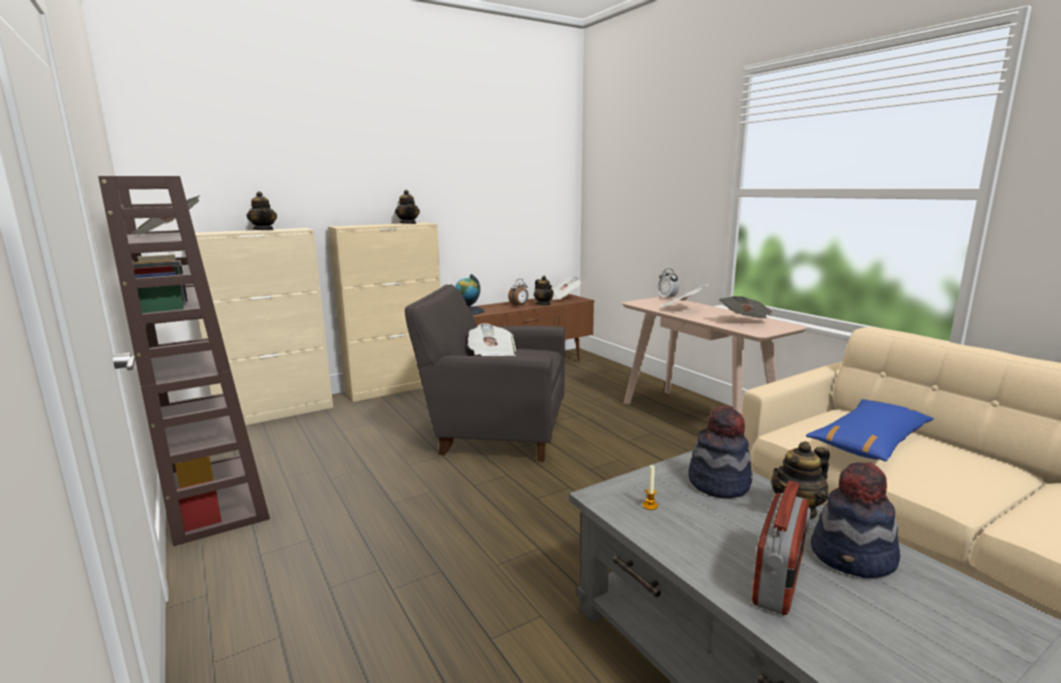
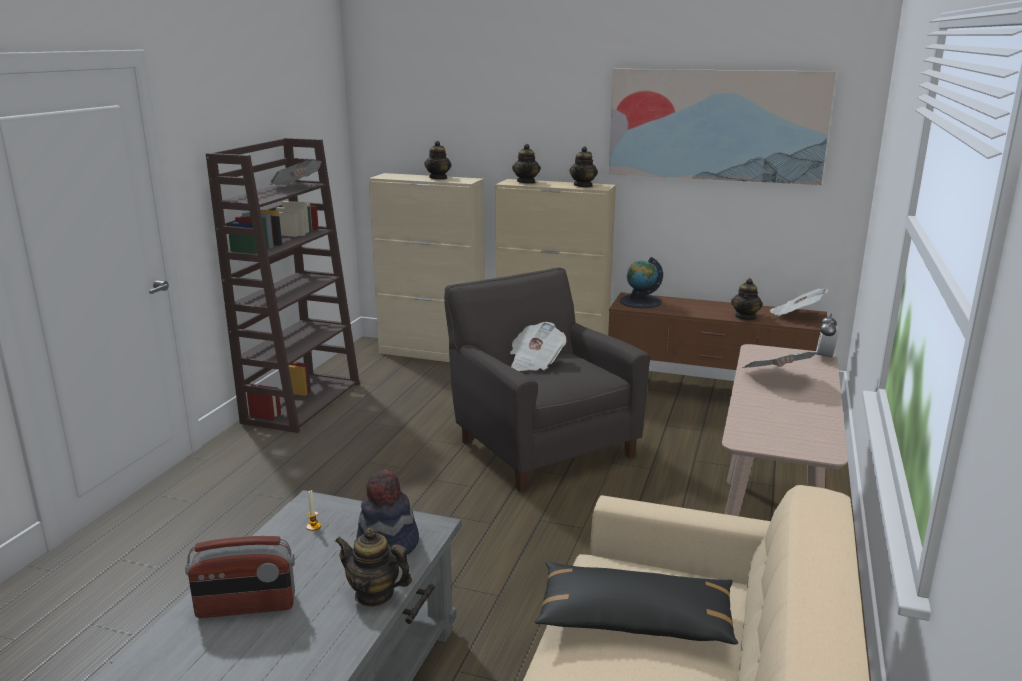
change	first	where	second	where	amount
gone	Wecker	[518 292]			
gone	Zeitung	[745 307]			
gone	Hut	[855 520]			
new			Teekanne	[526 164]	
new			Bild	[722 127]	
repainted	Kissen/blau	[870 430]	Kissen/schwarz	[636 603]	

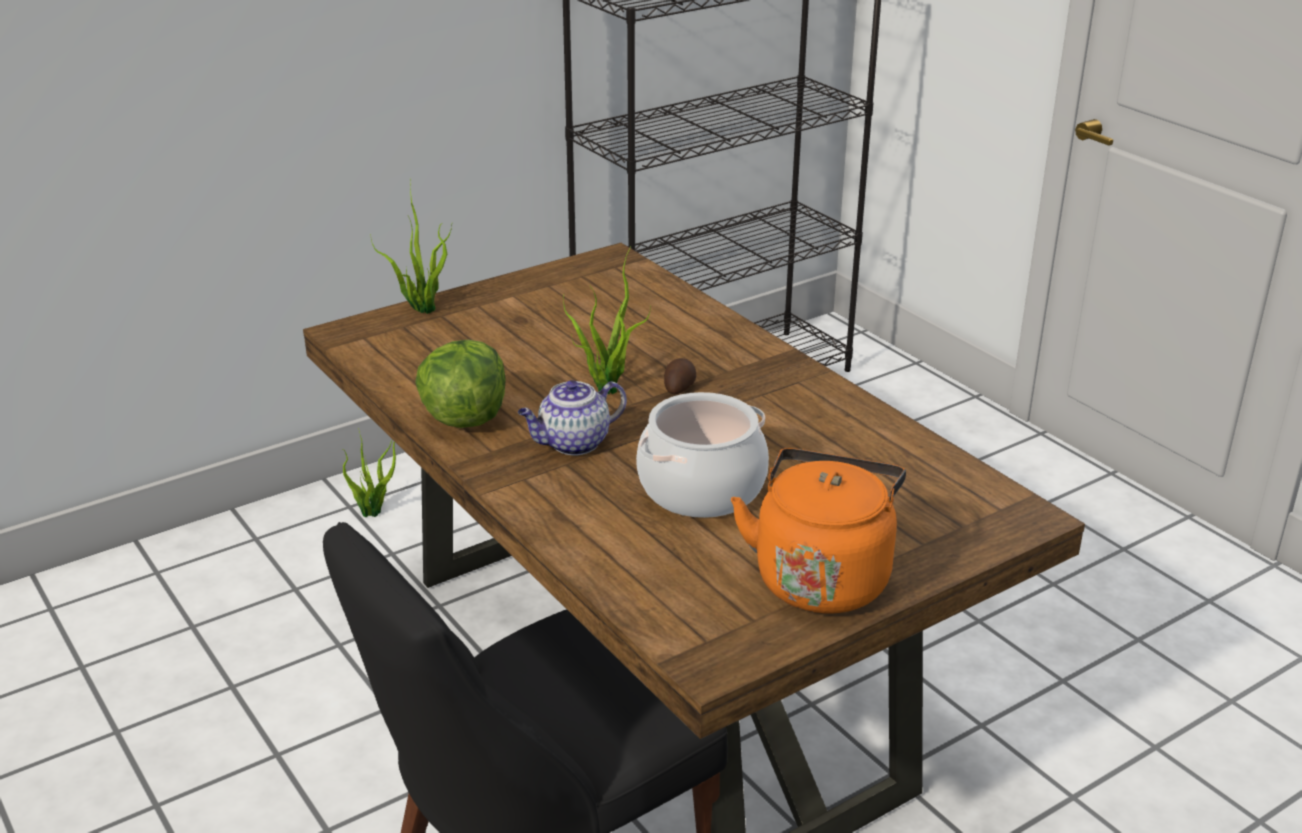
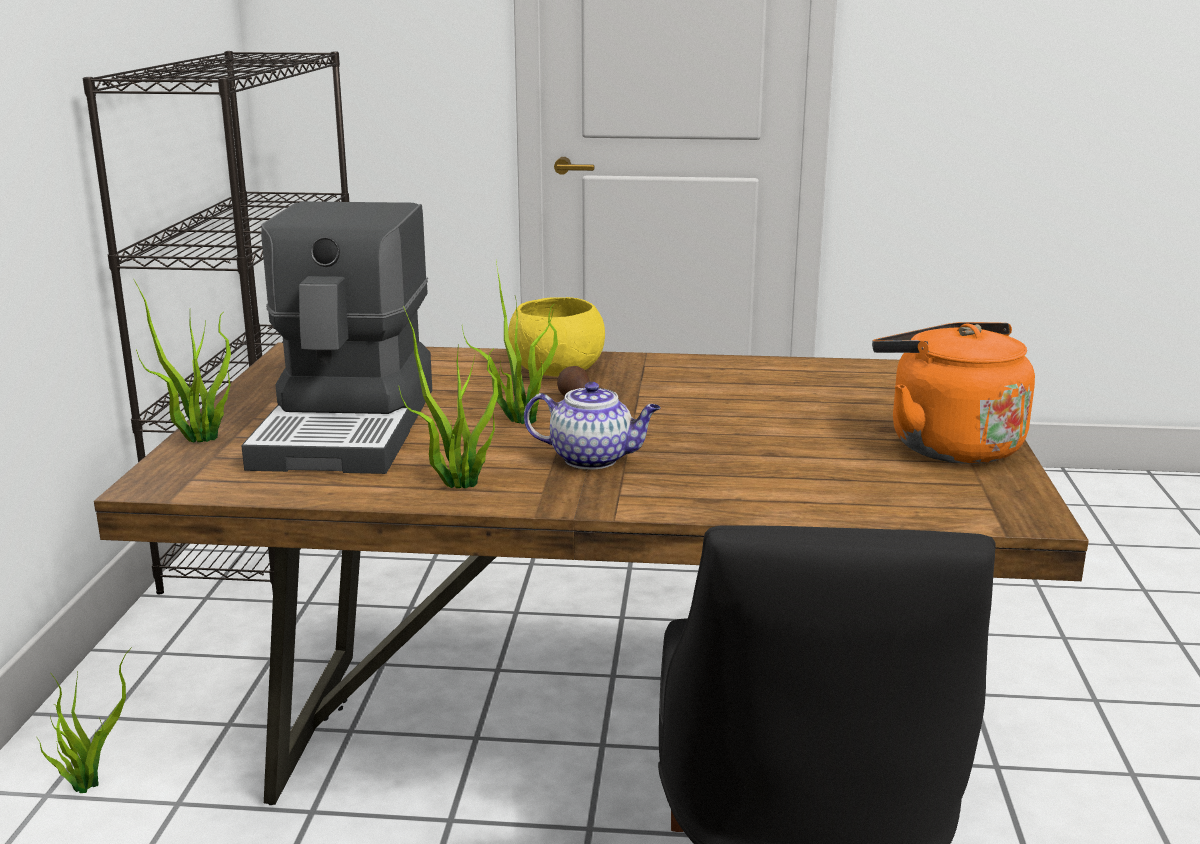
change	first	where	second	where	amount
gone	Kochtopf	[702 455]			
new			Kaffeemaschine	[337 337]	
new			Schüssel/gelb	[556 337]	
swapped	Salatkopf	[460 384]	Topfpflanze	[448 397]	
rotated	Teekanne	[572 418]		[592 425]	90 degrees counterclockwise

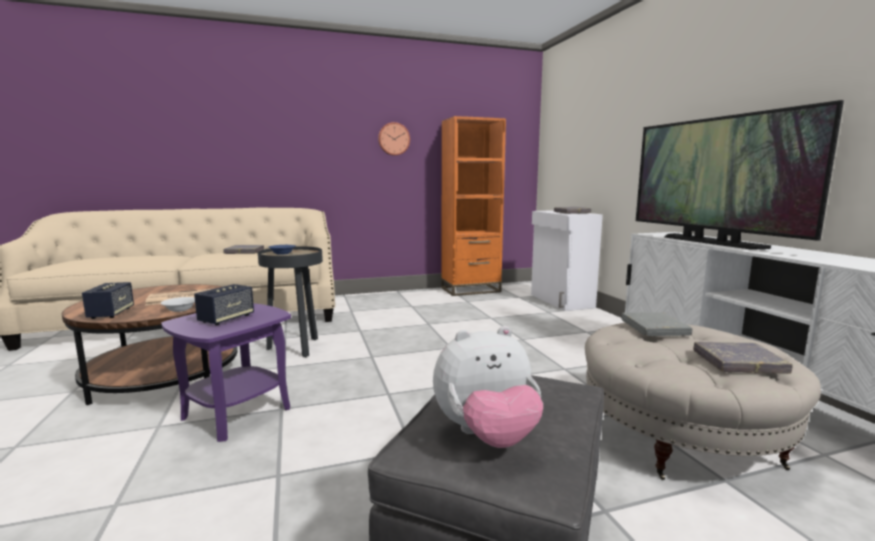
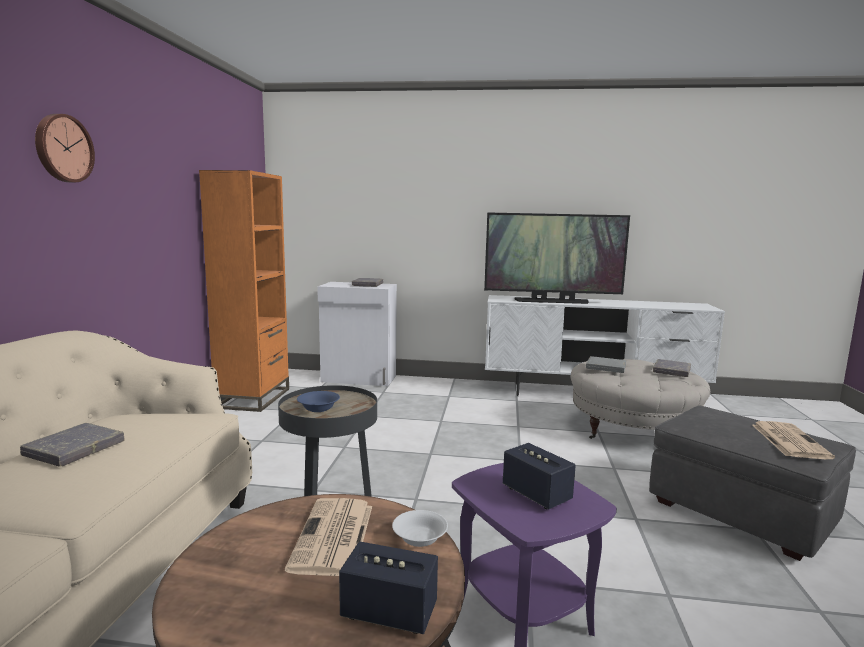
change	first	where	second	where	amount
shifted	Wanduhr	[394 139]		[65 148]	
swapped	Plüschtier	[488 387]	Zeitung	[793 440]	

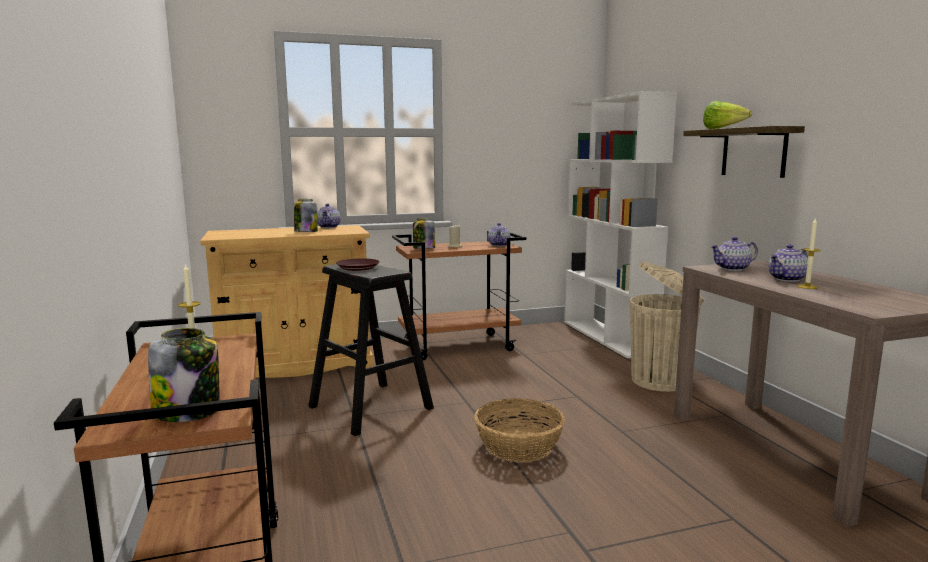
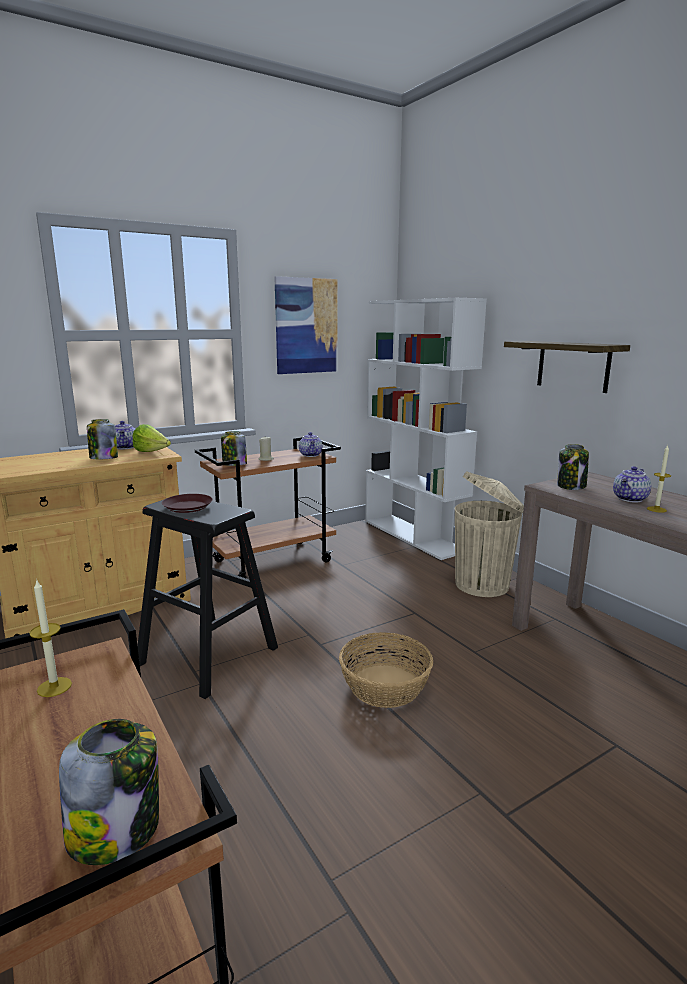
change	first	where	second	where	amount
new			Bild	[305 325]	
shifted	Salatkopf	[727 115]		[152 438]	
swapped	Teekanne	[734 254]	Vorratsglas	[573 467]	

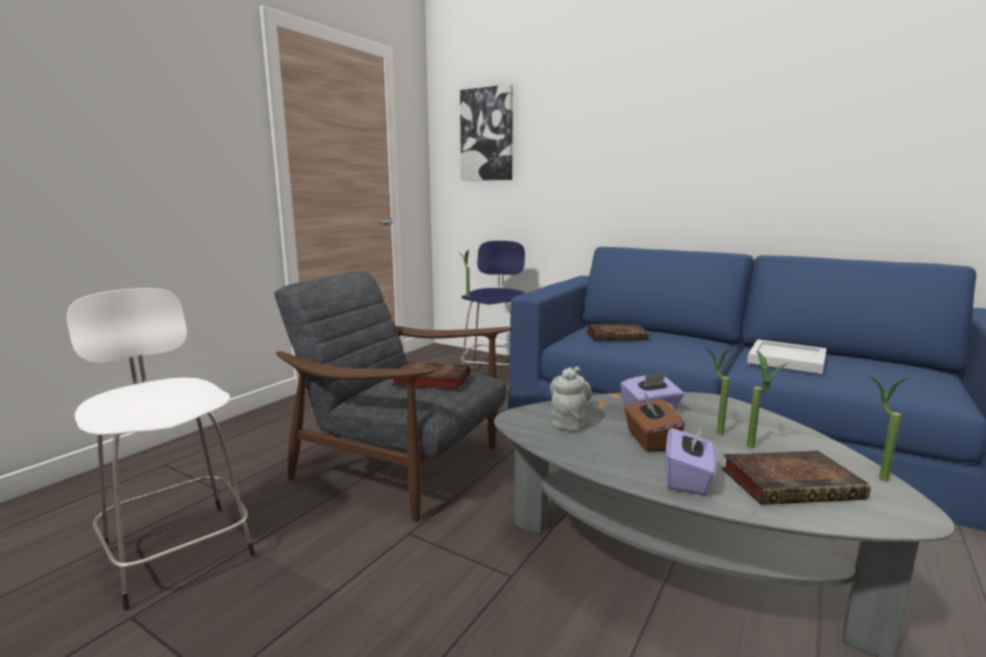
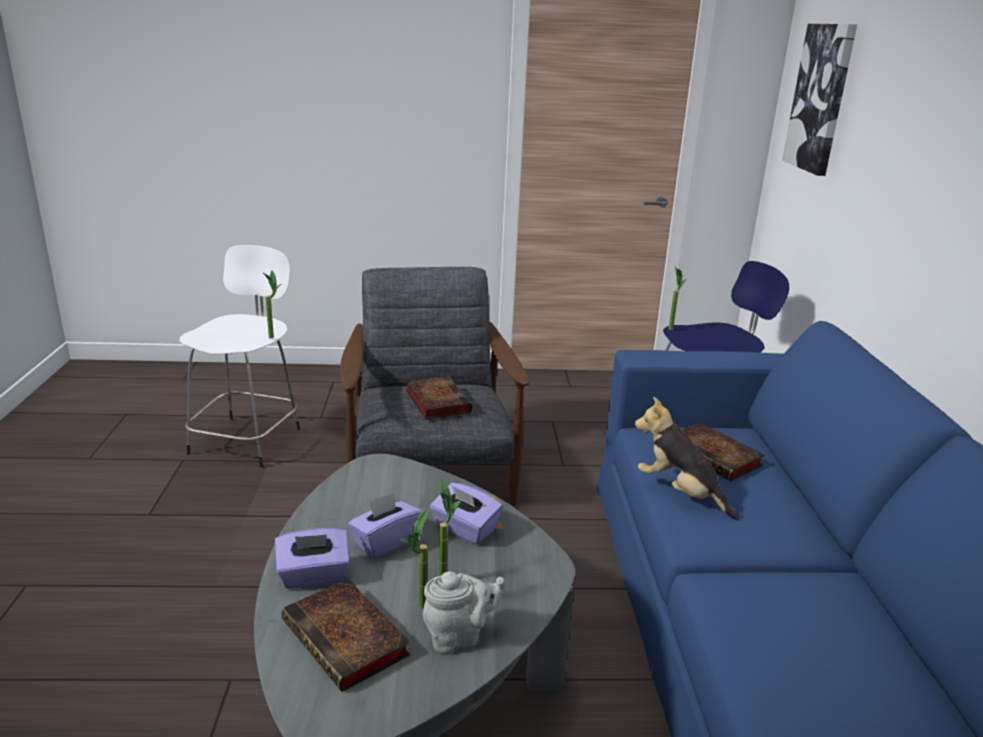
change	first	where	second	where	amount
gone	Tablett/weiß	[787 356]			
new			Plüschtier	[687 458]	
shifted	Teekanne/grau	[571 398]		[464 612]	
shifted	Topfpflanze	[890 428]		[272 304]	
repainted	Taschentuchbox/braun	[654 422]	Taschentuchbox/lila	[385 525]	

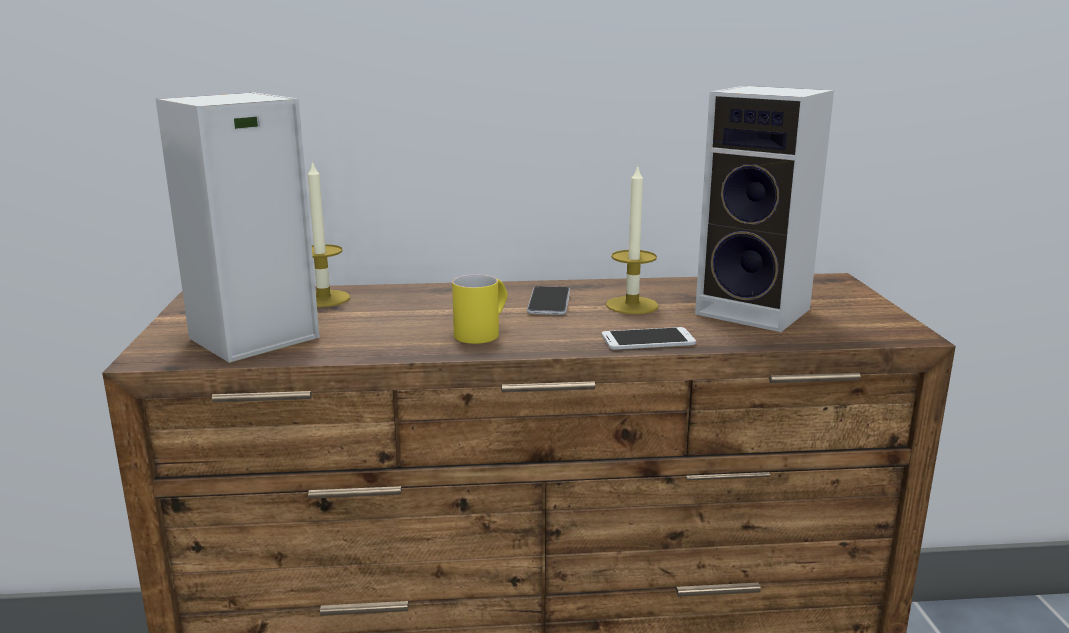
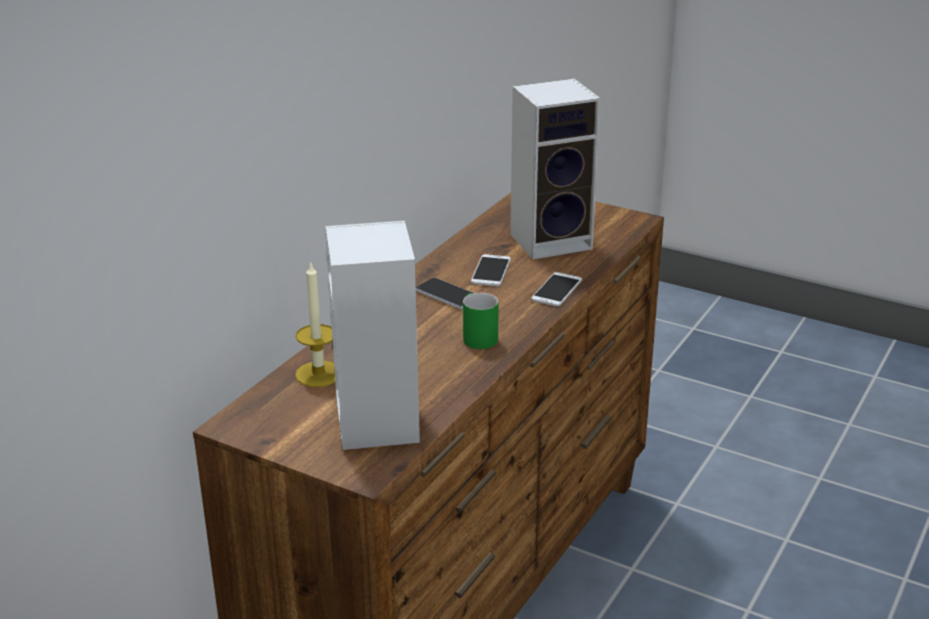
change	first	where	second	where	amount
swapped	Kerze	[632 239]	Handy	[491 270]	
repainted	Henkelbecher/gelb	[480 309]	Henkelbecher/grün	[481 321]	

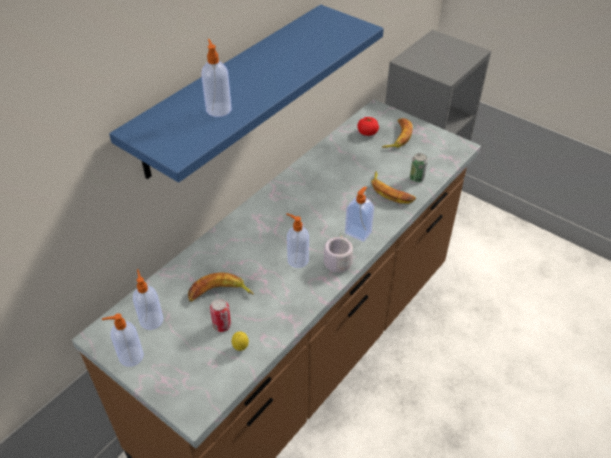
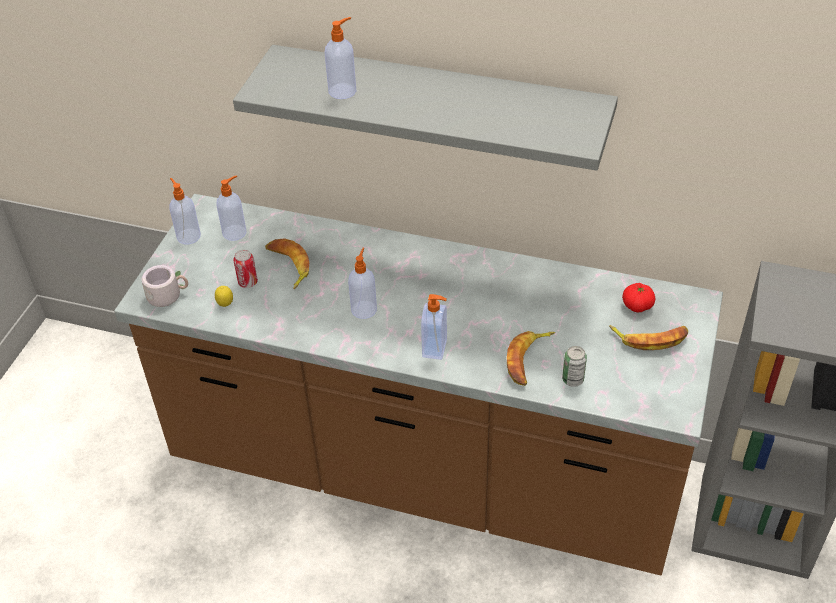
change	first	where	second	where	amount
shifted	Henkelbecher/grau	[335 253]		[164 286]	
repainted	Wandregal/blau	[246 94]	Wandregal/grau	[425 108]	

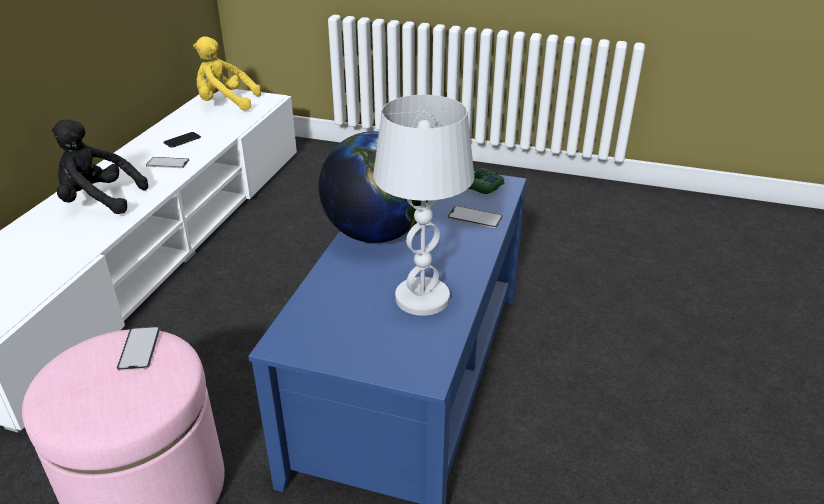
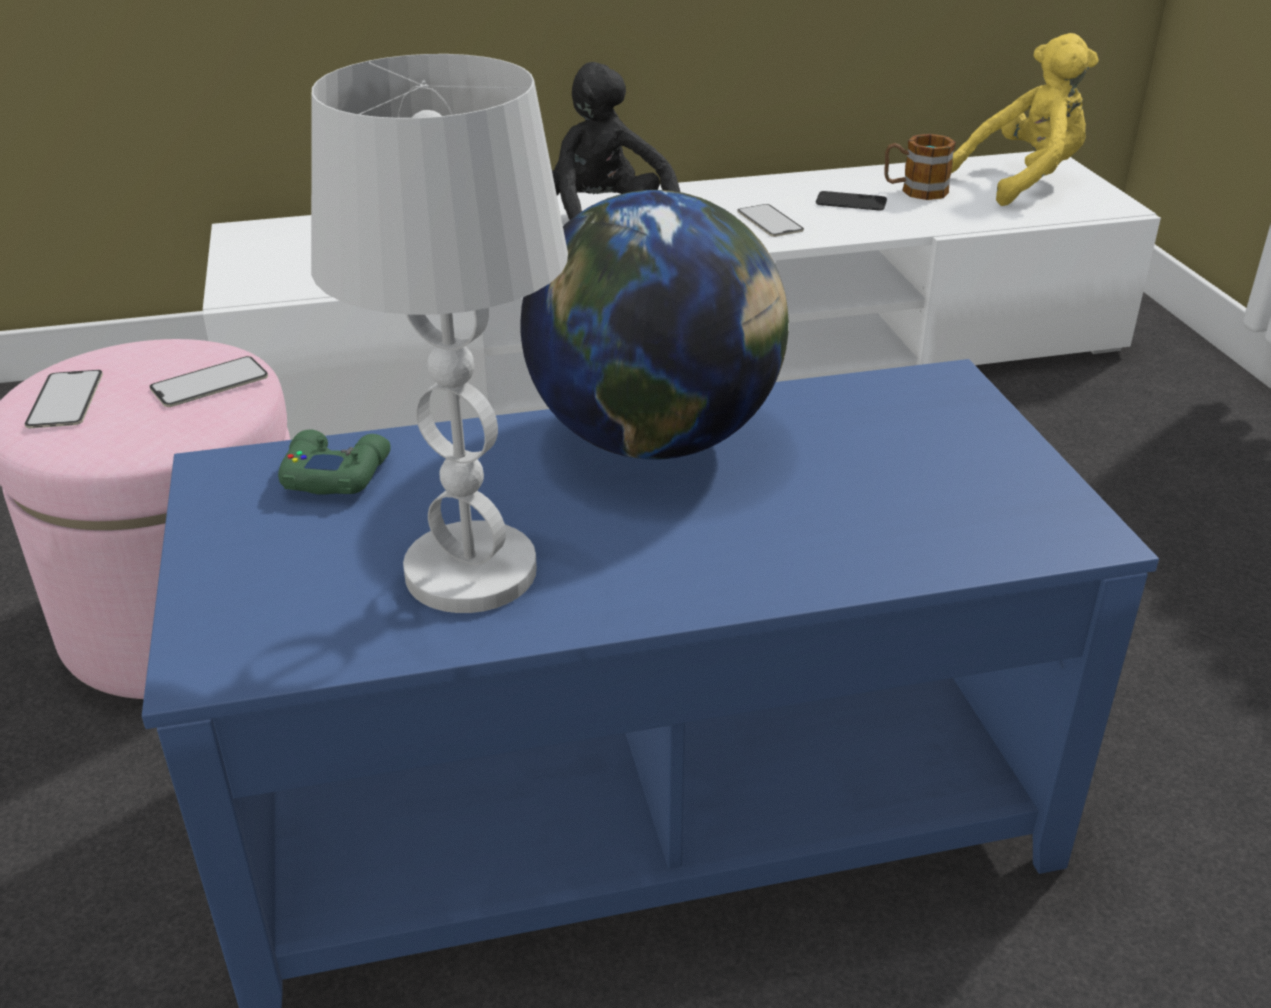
change	first	where	second	where	amount
new			Henkelbecher	[920 167]	
shifted	Handy	[475 217]		[63 399]	
shifted	Gamepad/grün	[486 181]		[334 462]	
rotated	Plüschtier/gelb	[227 74]		[1025 119]	90 degrees clockwise

